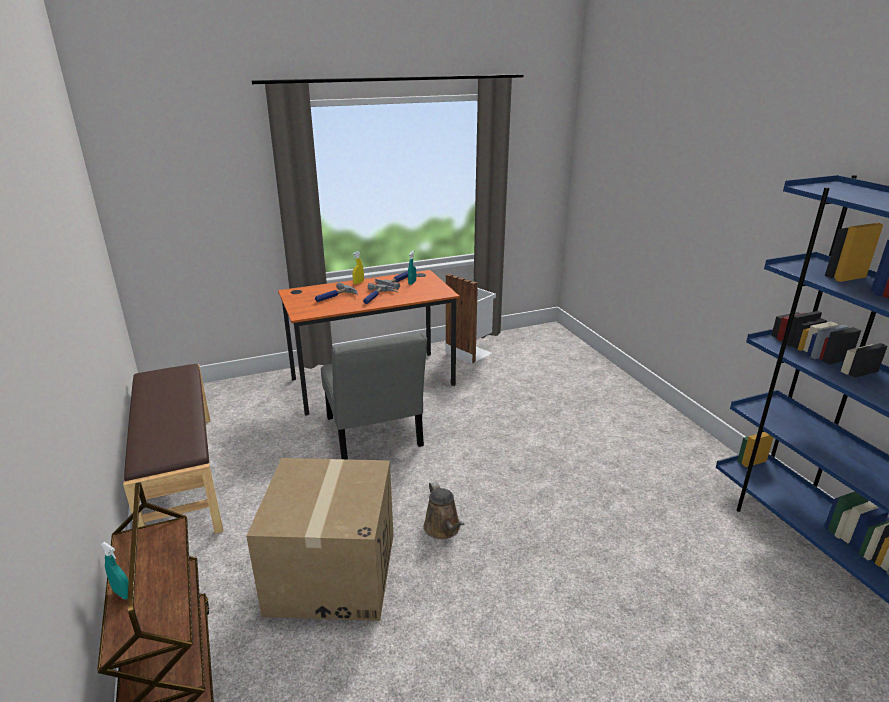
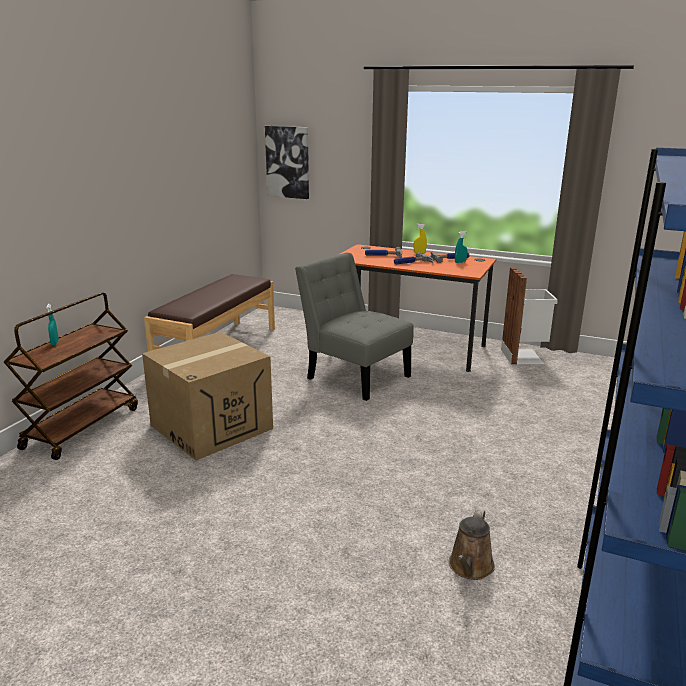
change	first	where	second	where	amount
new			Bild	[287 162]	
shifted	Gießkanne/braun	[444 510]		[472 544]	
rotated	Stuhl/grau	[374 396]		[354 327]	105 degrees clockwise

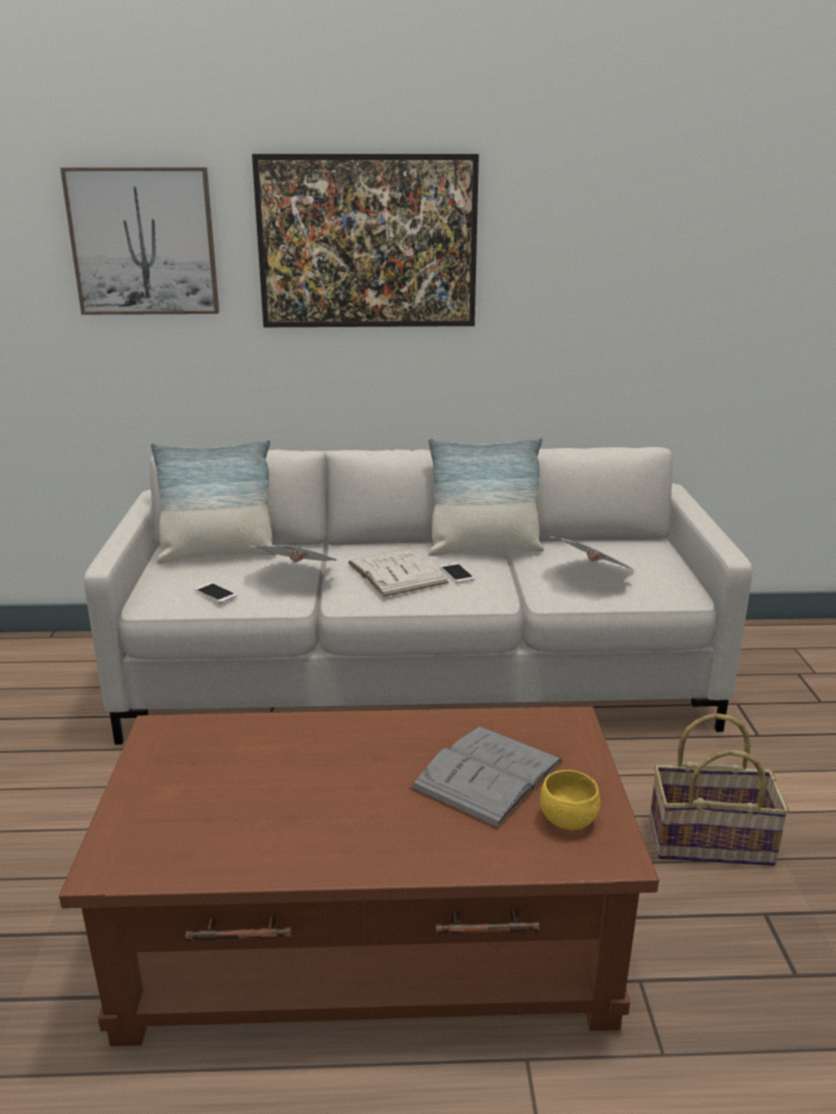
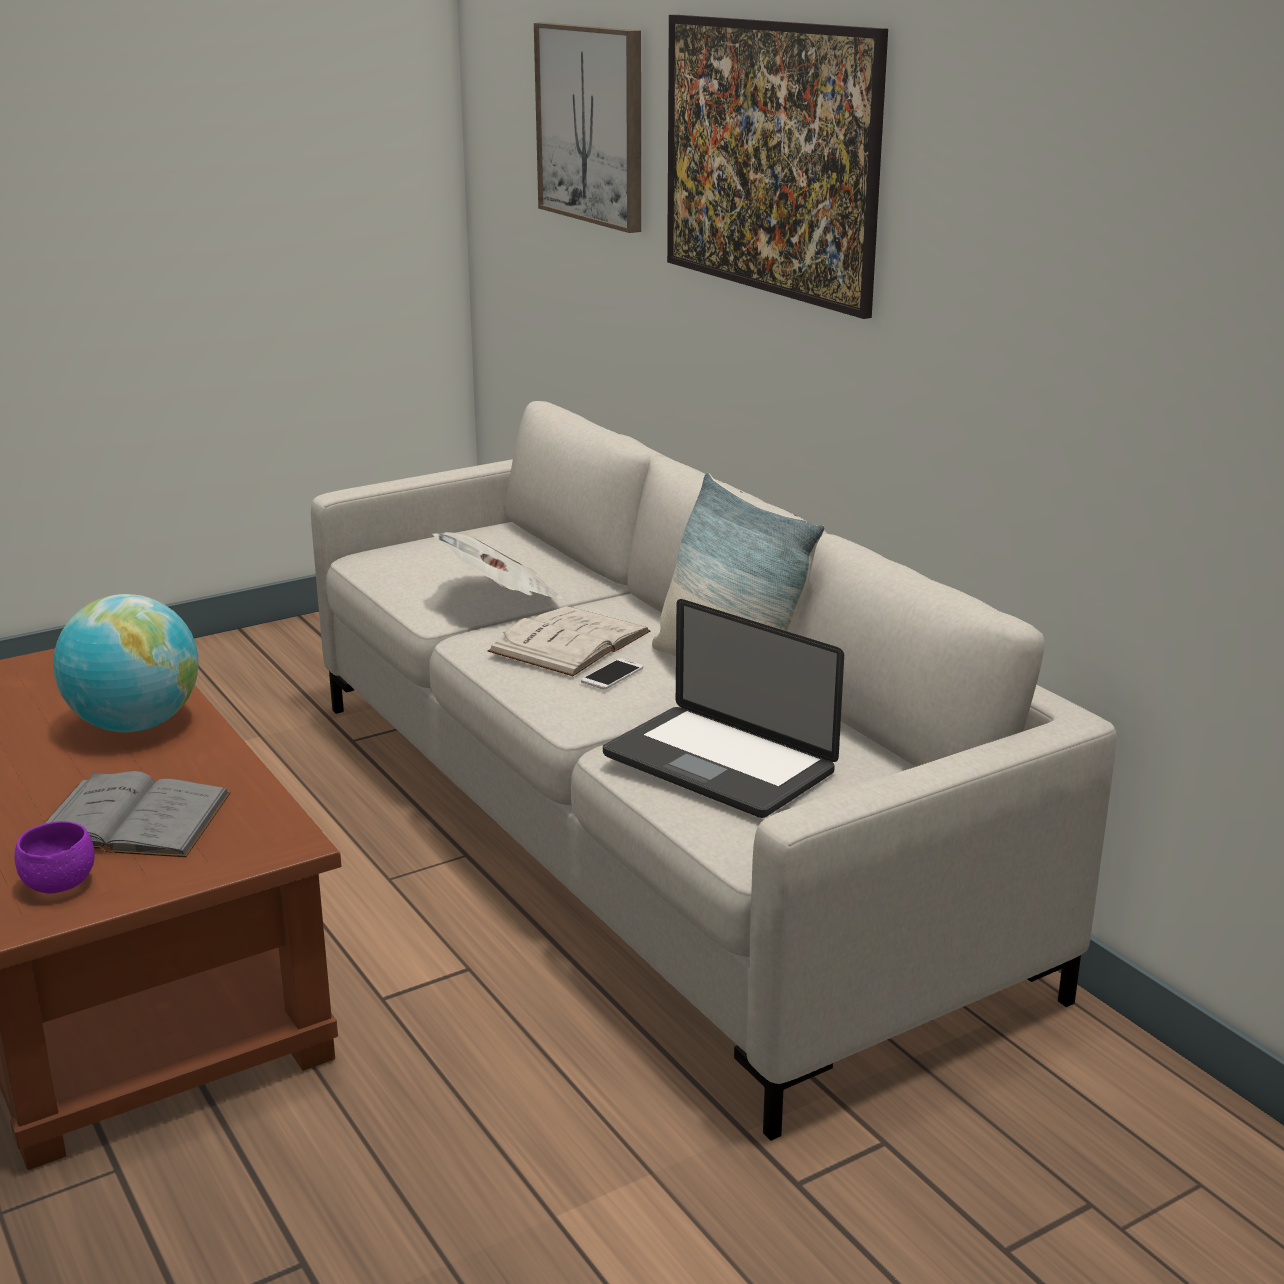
change	first	where	second	where	amount
gone	Kissen	[214 502]			
gone	Handy	[216 592]			
gone	Korb	[719 789]			
new			Globus	[126 663]	
swapped	Zeitung	[594 553]	Laptop	[723 708]	
repainted	Schüssel/gelb	[570 800]	Schüssel/lila	[54 857]	

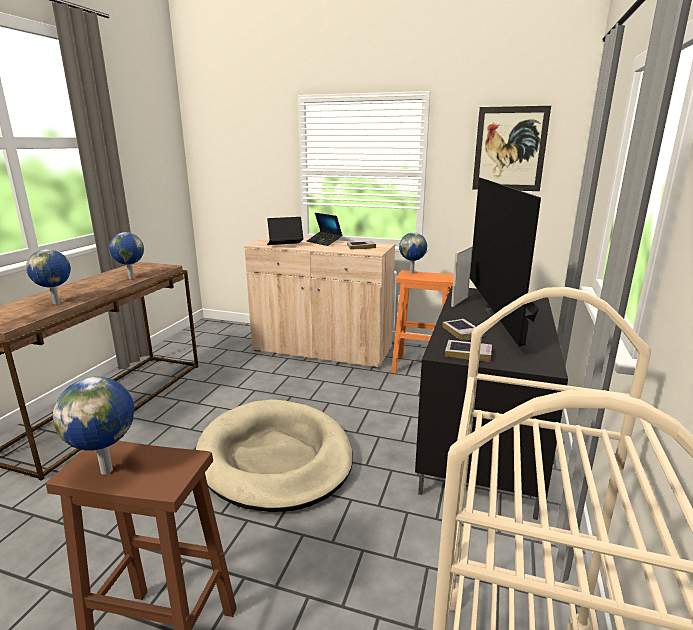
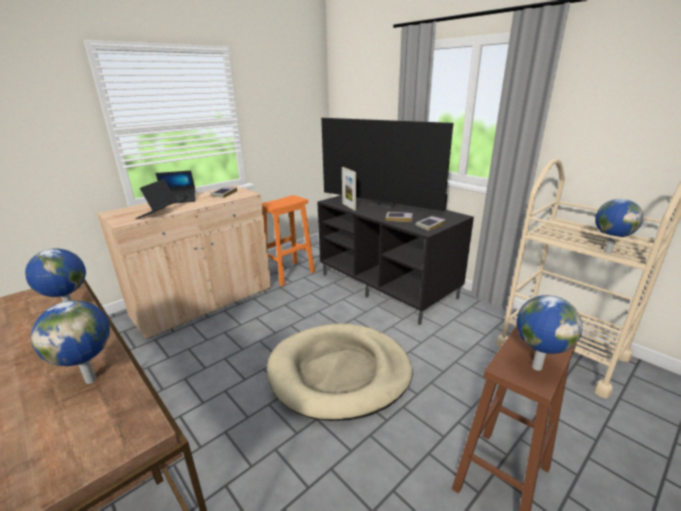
change	first	where	second	where	amount
gone	Bild	[511 148]			
shifted	Globus	[413 253]		[619 226]	

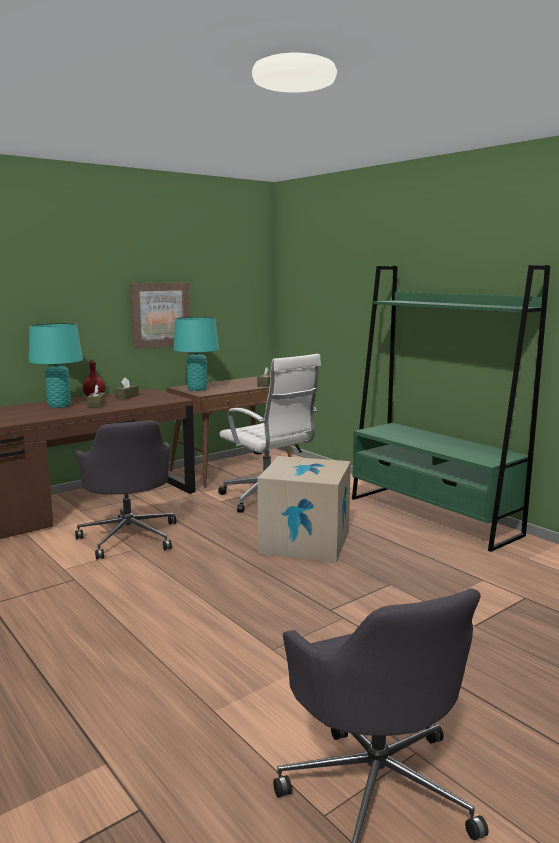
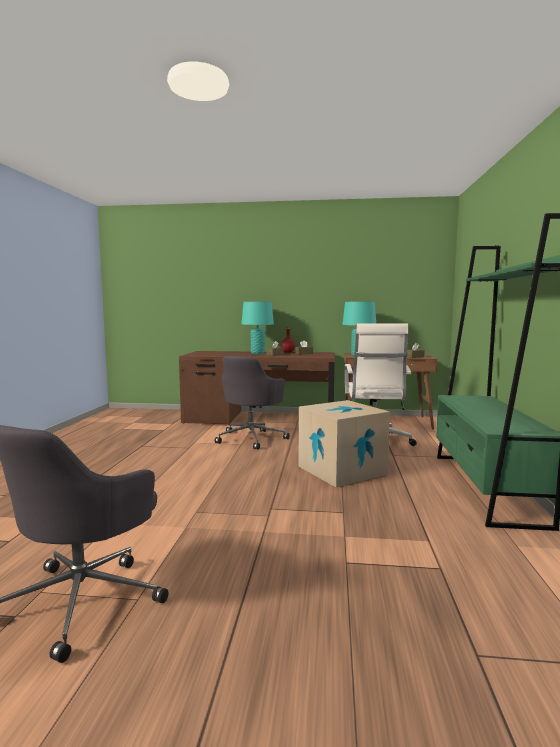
change	first	where	second	where	amount
gone	Bild	[160 315]			

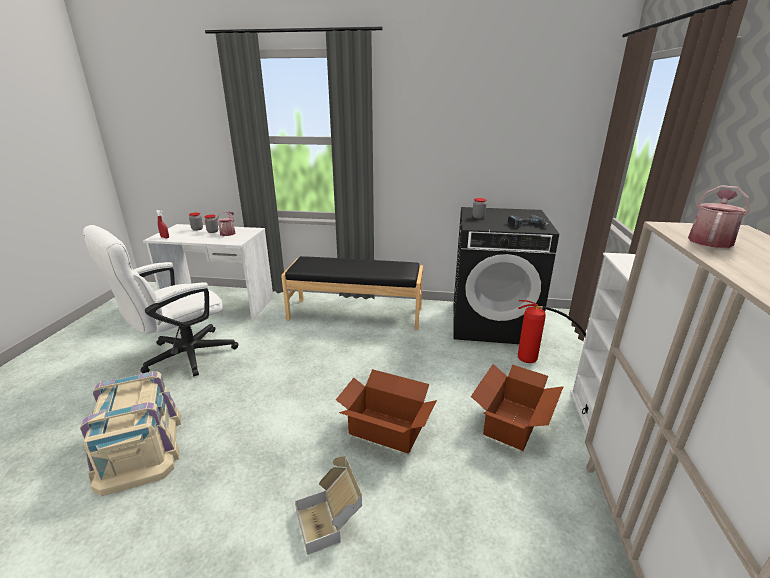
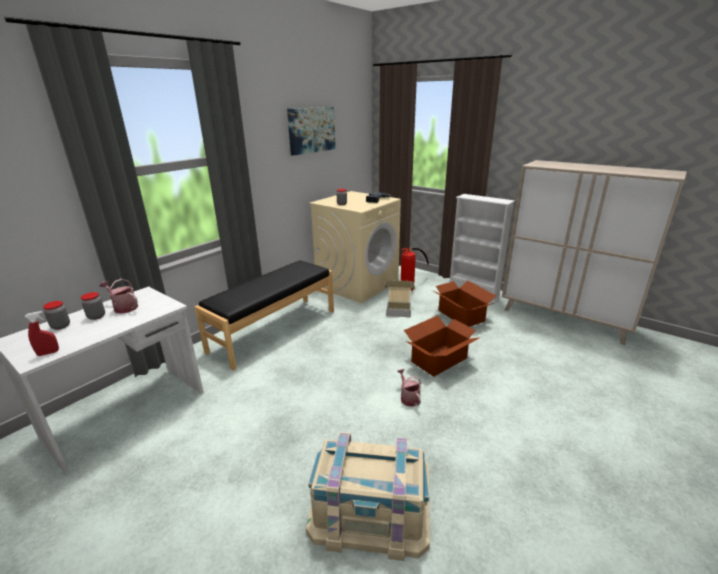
change	first	where	second	where	amount
gone	Bürostuhl/weiß	[160 301]			
new			Bild	[311 131]	
shifted	Karton	[328 505]		[400 298]	
shifted	Gießkanne	[718 216]		[409 388]	
repainted	Waschmaschine/schwarz	[506 275]	Waschmaschine/beige	[355 247]	

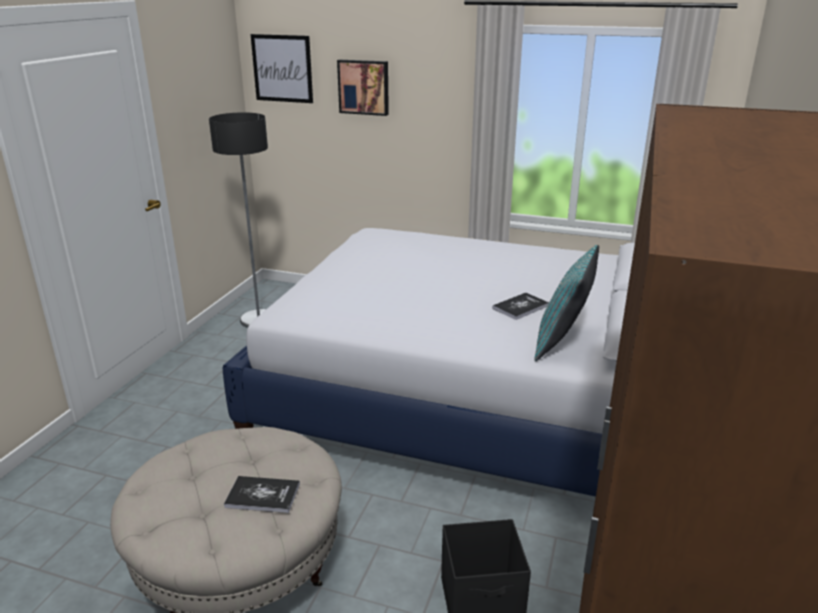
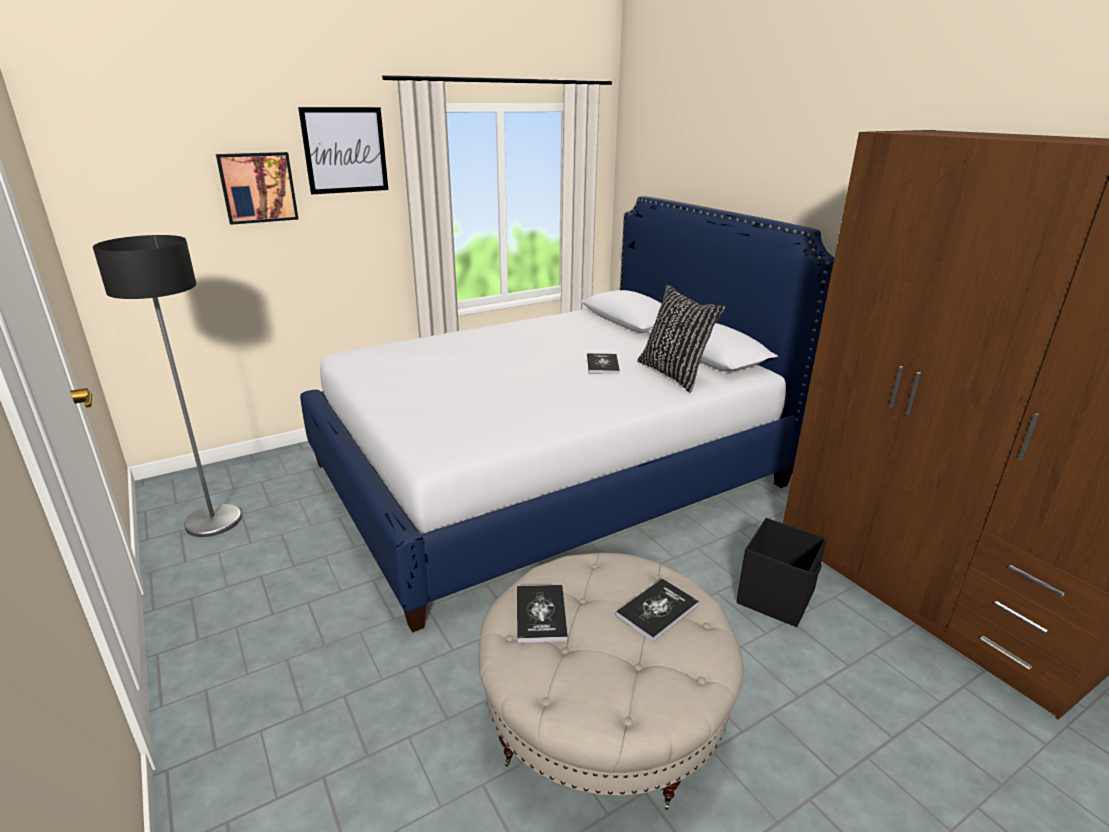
change	first	where	second	where	amount
new			Buch	[542 614]	
shifted	Bild	[282 68]		[343 150]	
repainted	Kissen/türkis	[566 302]	Kissen/schwarz	[682 339]	

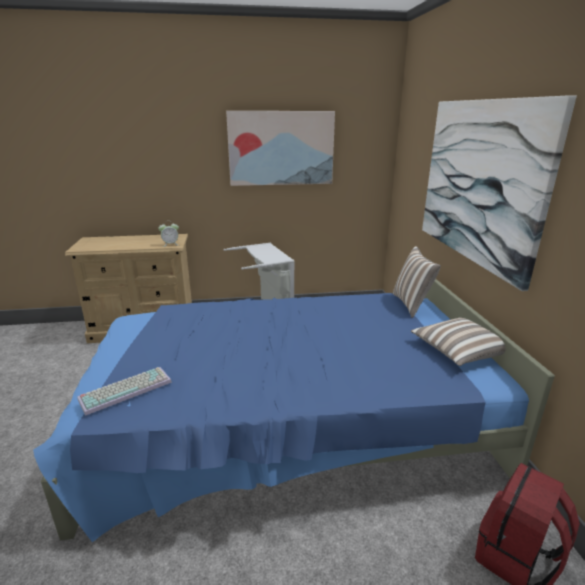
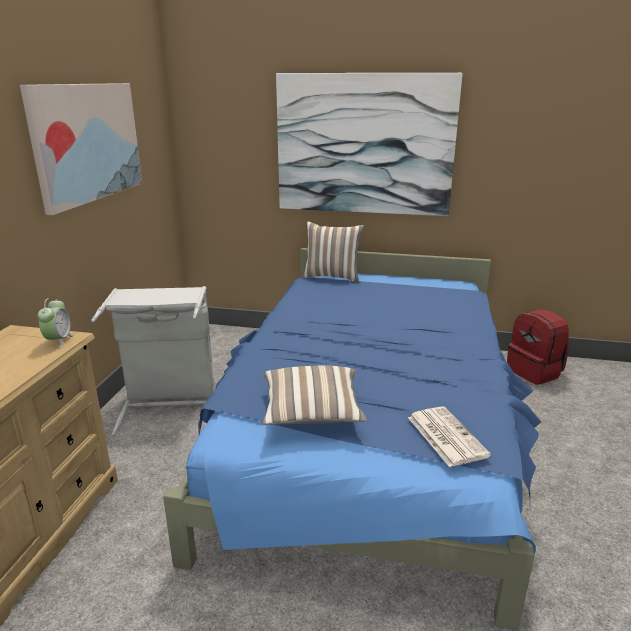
change	first	where	second	where	amount
shifted	Kissen	[458 341]		[315 395]	
swapped	Tastatur	[124 391]	Zeitung	[449 437]	

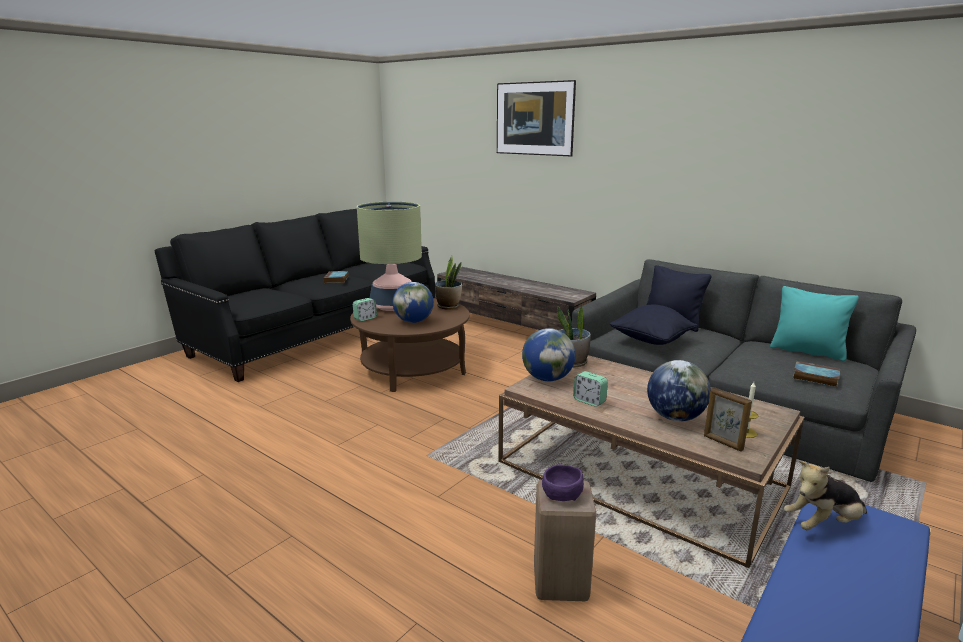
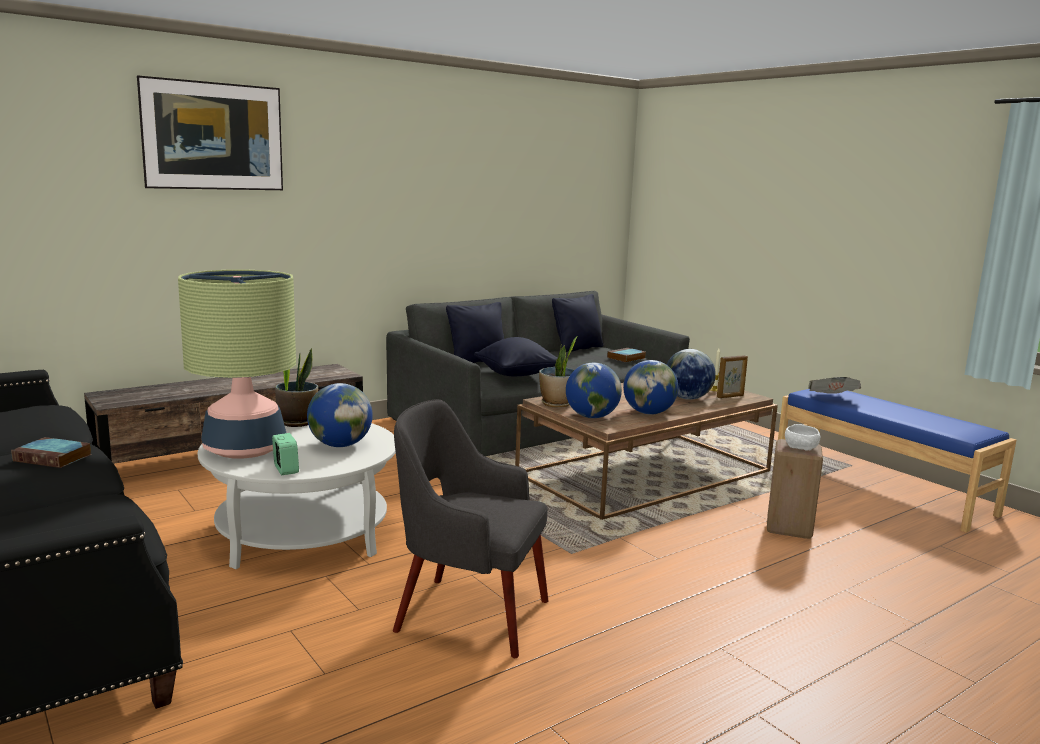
change	first	where	second	where	amount
new			Sessel/grau	[470 528]	
swapped	Wecker	[590 389]	Globus	[651 387]	
swapped	Plüschtier	[825 495]	Zeitung	[834 385]	
repainted	Couchtisch/braun	[410 345]	Couchtisch/weiß	[297 496]	
repainted	Schüssel/lila	[563 483]	Schüssel/weiß	[803 437]	
repainted	Kissen/türkis	[814 324]	Kissen/schwarz	[578 323]	

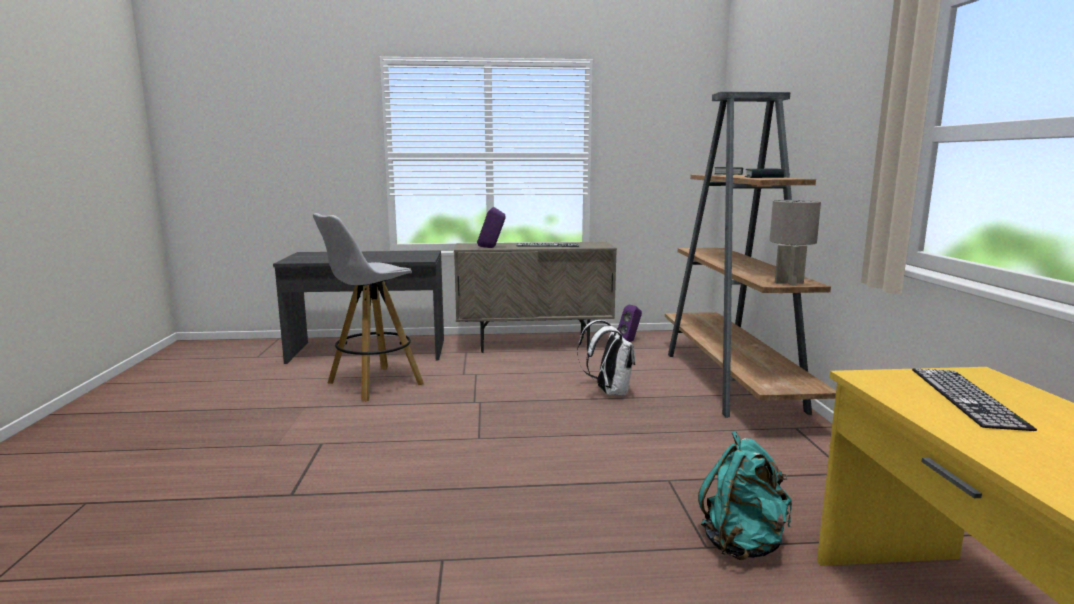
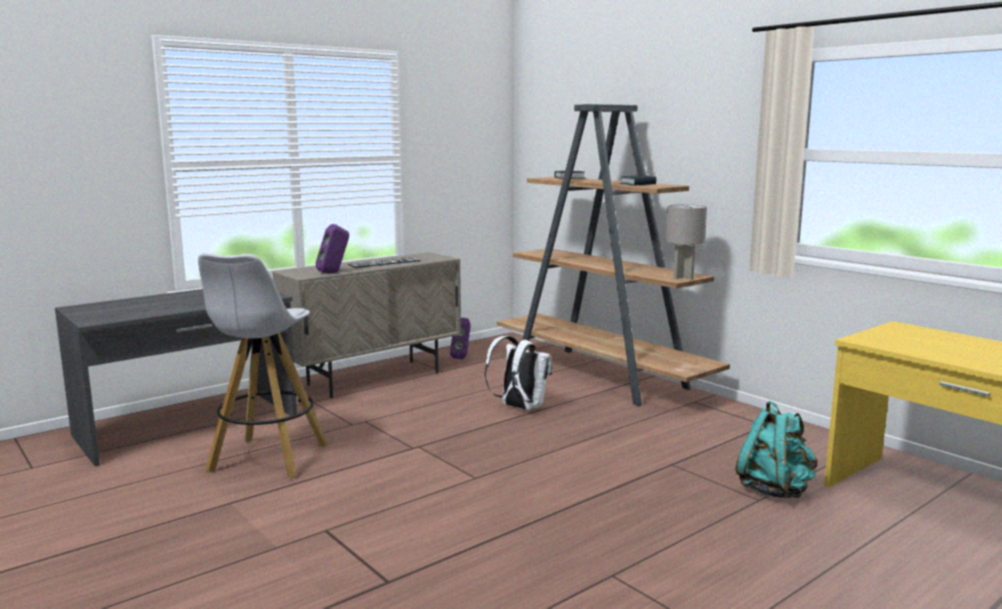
change	first	where	second	where	amount
gone	Tastatur	[974 399]			

